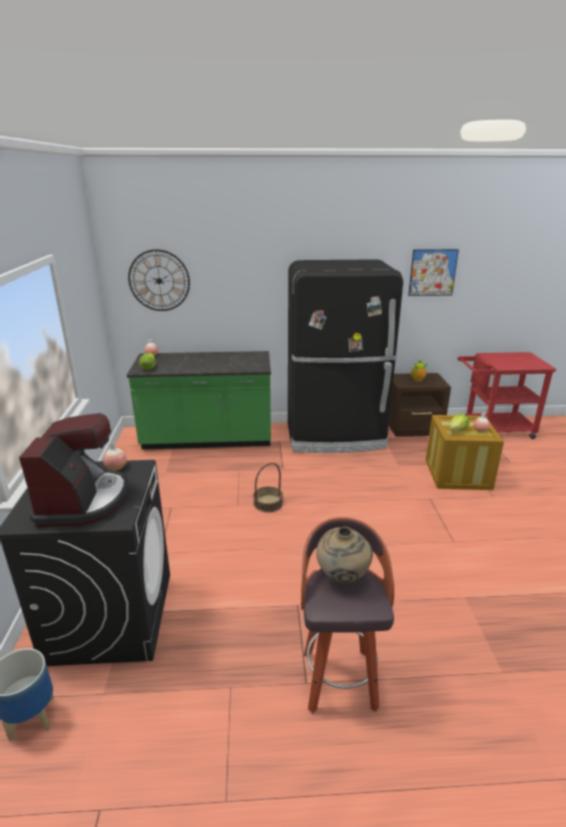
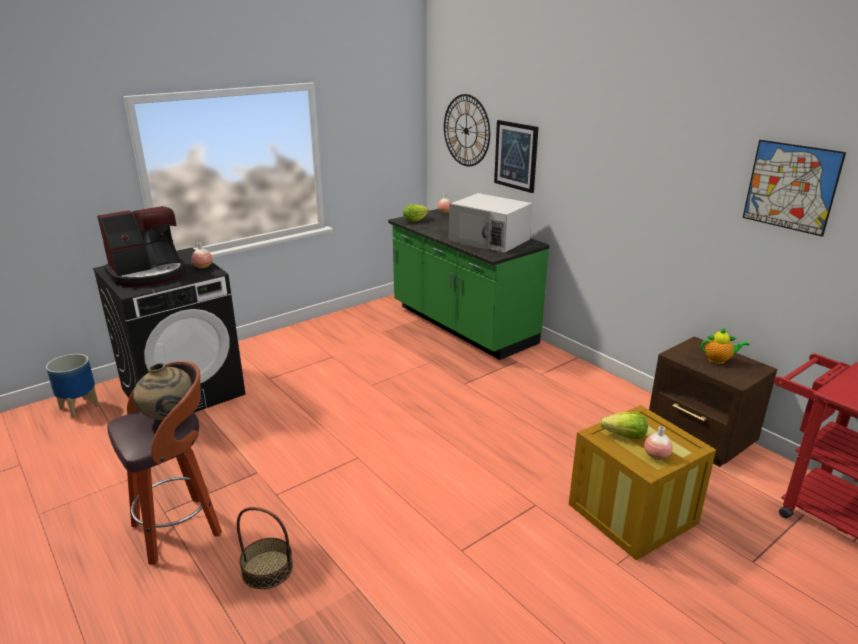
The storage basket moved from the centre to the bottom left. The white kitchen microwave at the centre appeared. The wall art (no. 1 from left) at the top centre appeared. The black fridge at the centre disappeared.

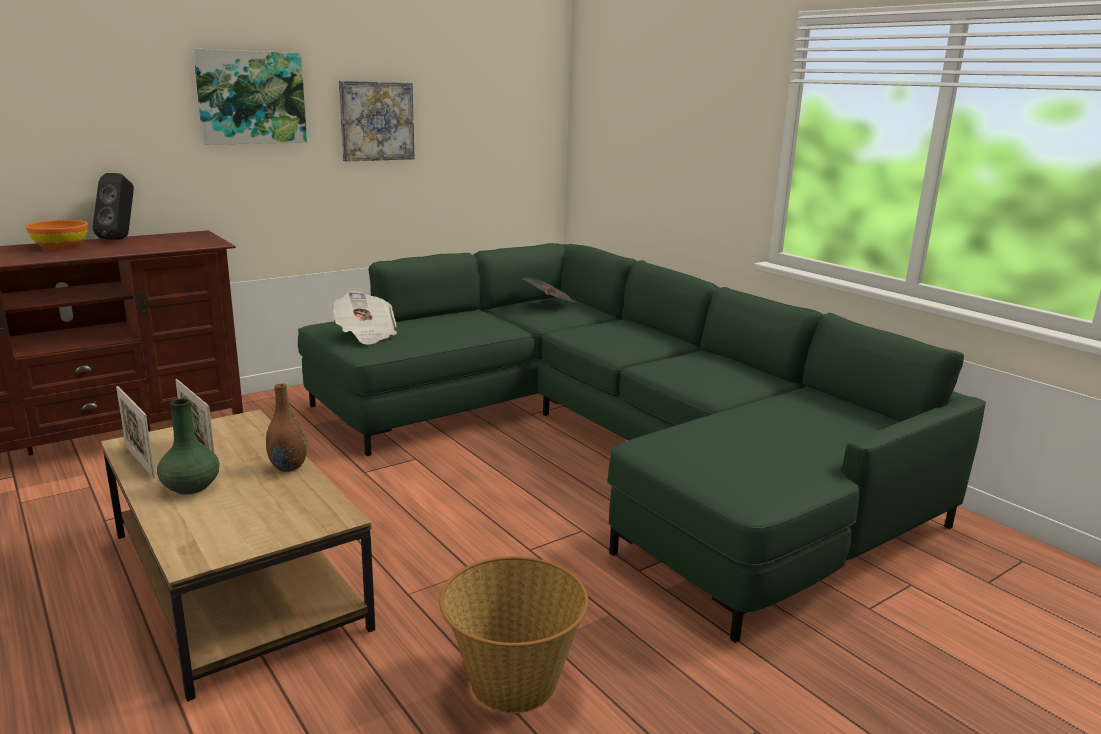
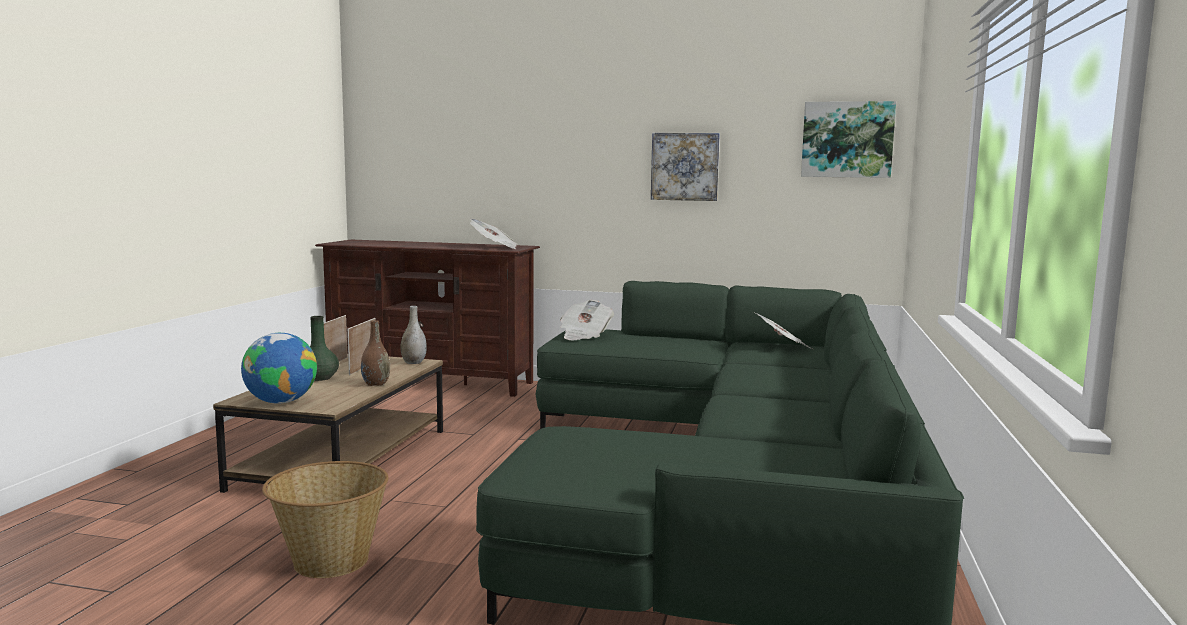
The world globe at the middle left appeared. The greyish decorative vase at the centre appeared. The newspaper (no. 1 from left) at the centre appeared. The wall art (no. 1 from left in the first image) moved from the top left to the top right. The orangey serving bowl at the top left disappeared. The black audio speaker at the top left disappeared.

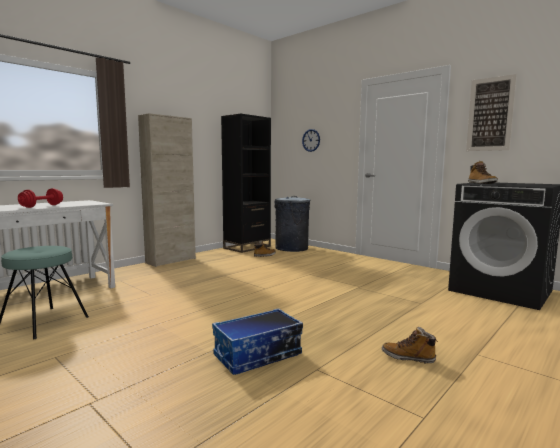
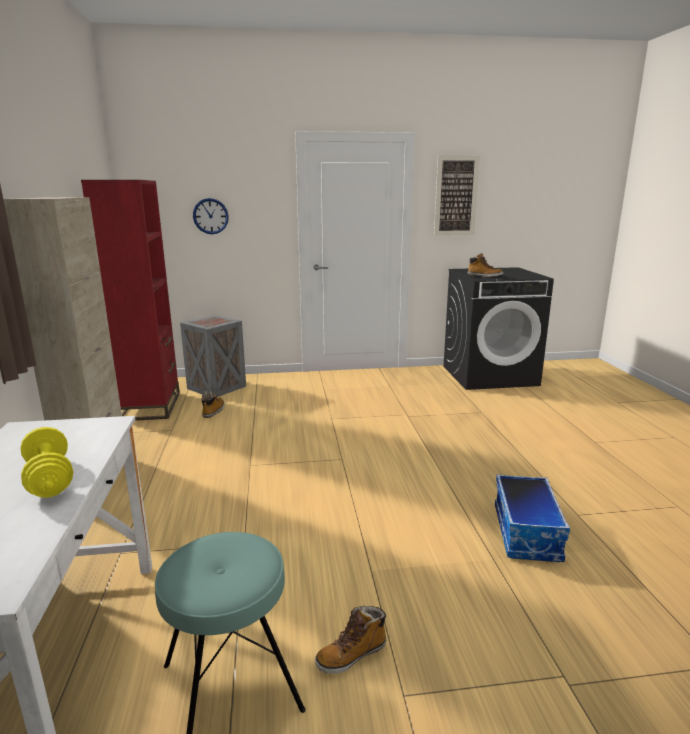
The reddish dumbbell at the middle left became the yellow-coloured dumbbell at the middle left. The black bookcase at the centre became the reddish bookcase at the middle left. The greyish waste bin at the centre was replaced by the shipping crate at the middle left. The tall boot (no. 2 from left) moved from the bottom right to the bottom centre.

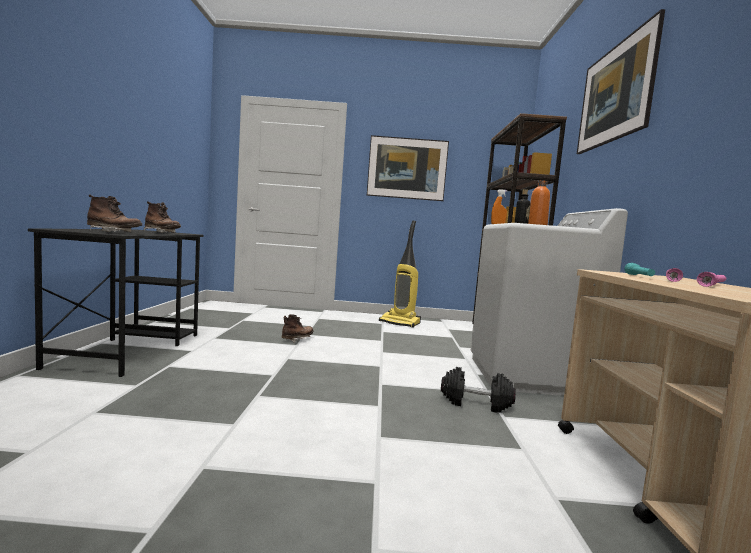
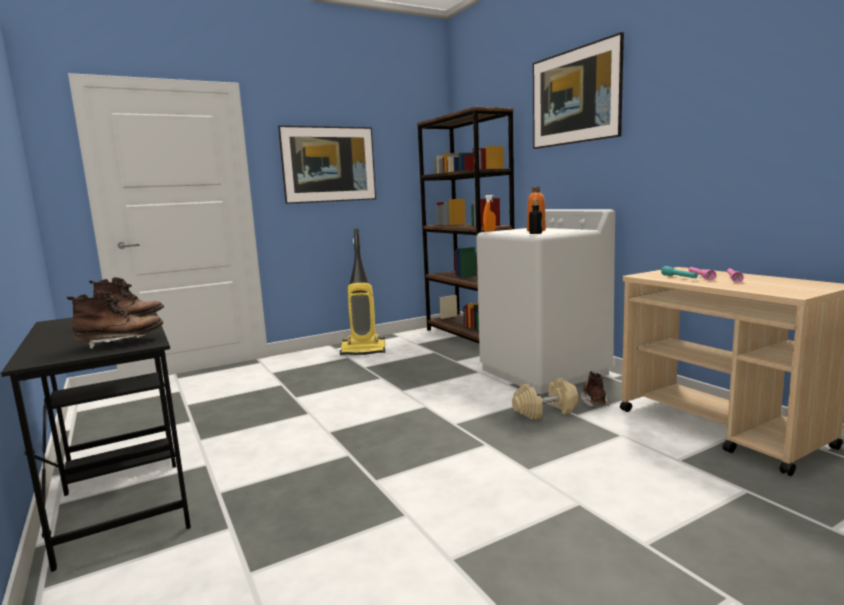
The black dumbbell at the bottom centre became the beige dumbbell at the centre. The brown-coloured tall boot (no. 3 from left) moved from the centre to the middle right.

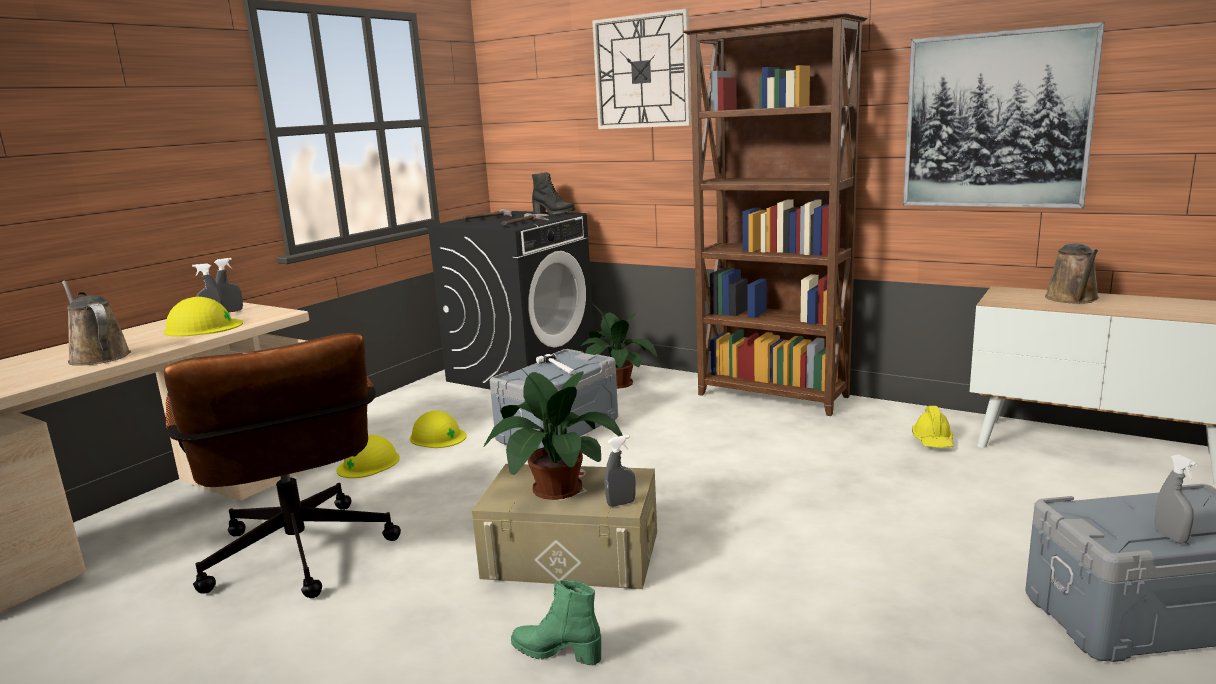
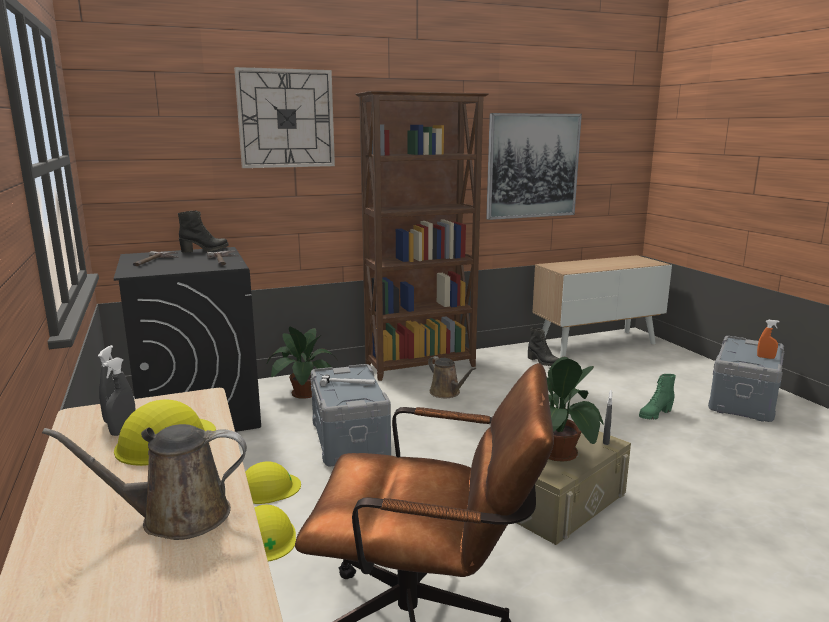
The brown-coloured watering pot (no. 2 from left) moved from the middle right to the centre. The yellow-coloured hard hat (no. 4 from left) at the middle right was replaced by the black tall boot (no. 2 from left) at the centre. The green tall boot moved from the bottom centre to the middle right. The greyish spray bottle (no. 4 from left) at the bottom right became the orangey spray bottle at the middle right.

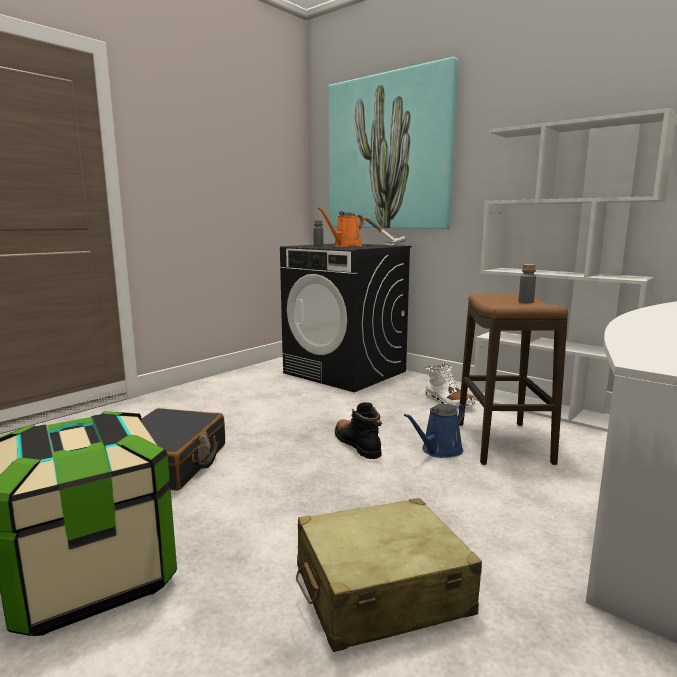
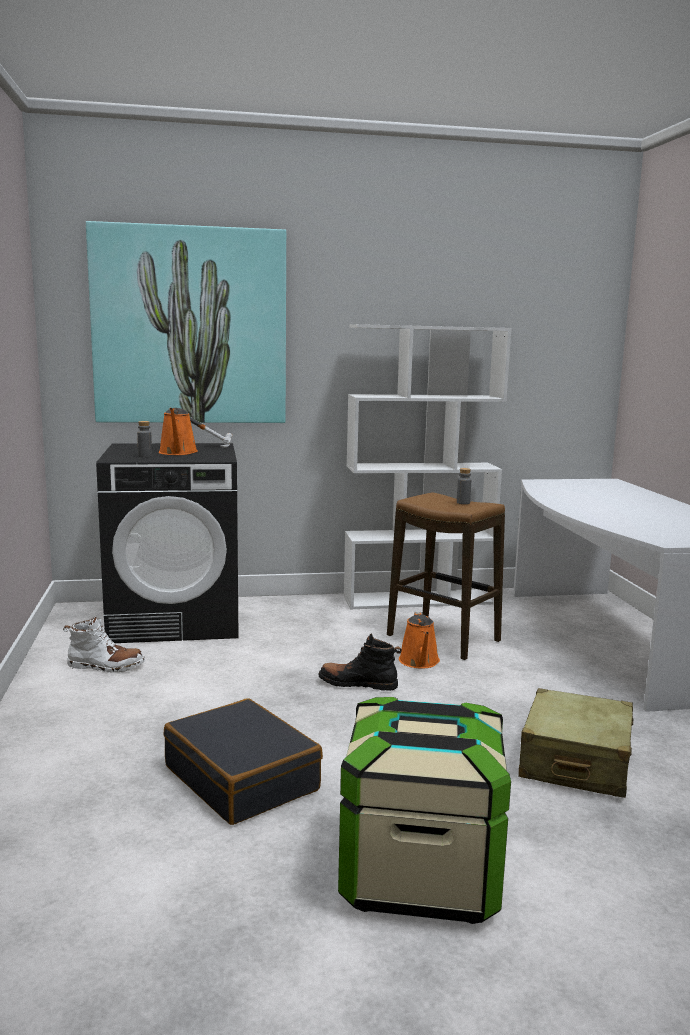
The white tall boot moved from the centre to the middle left. The blue watering pot at the centre became the orangey watering pot (no. 2 from left) at the centre.

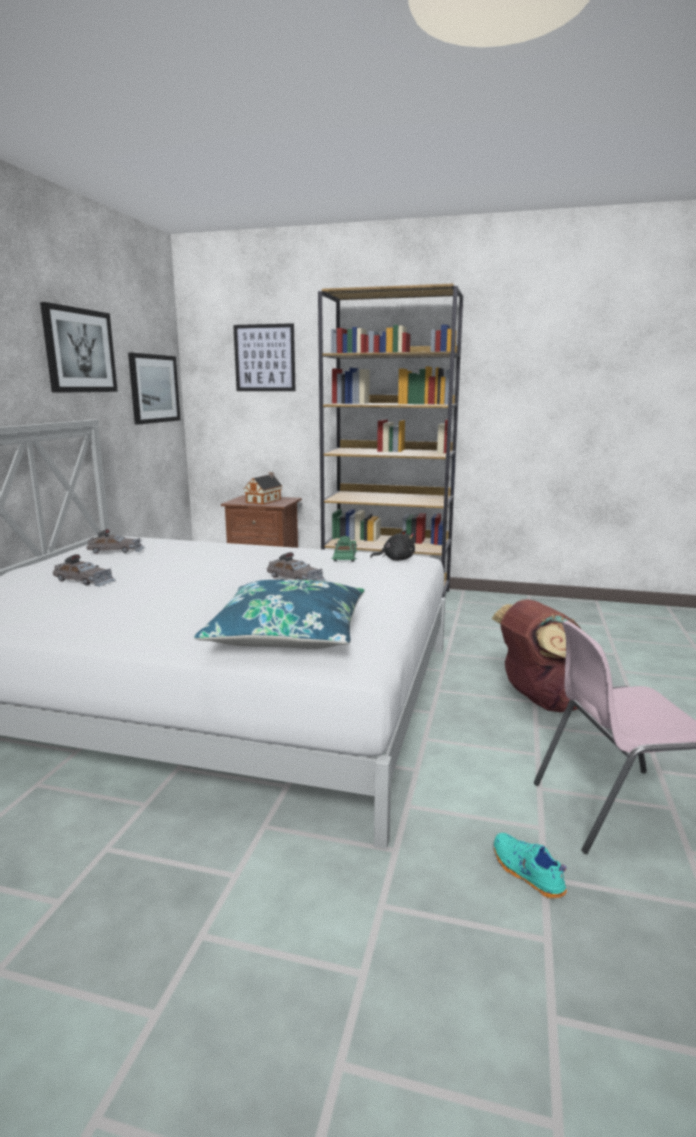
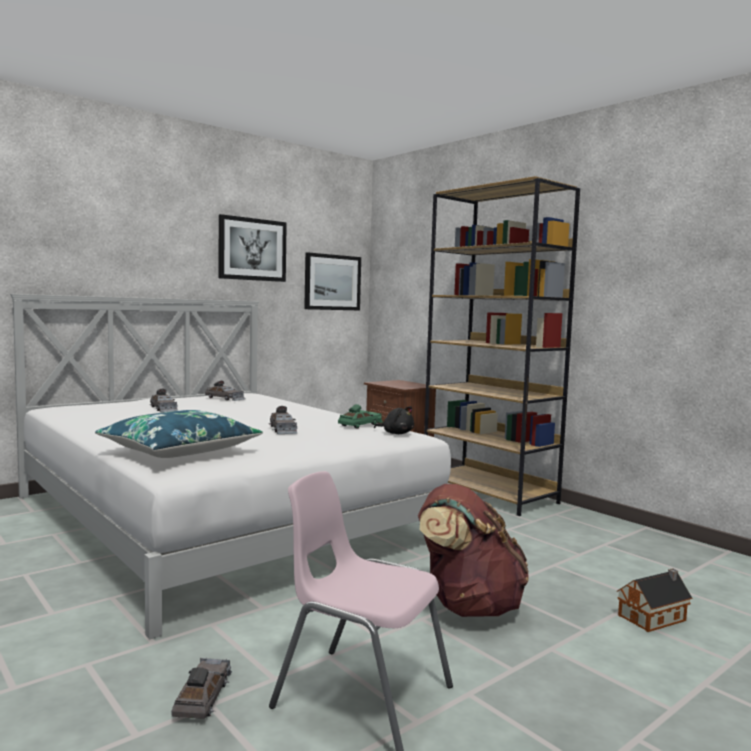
The turquoise shoe at the bottom right was replaced by the greyish toy car (no. 2 from left) at the bottom left. The toy house moved from the centre to the bottom right. The wall art (no. 3 from left) at the top centre disappeared.

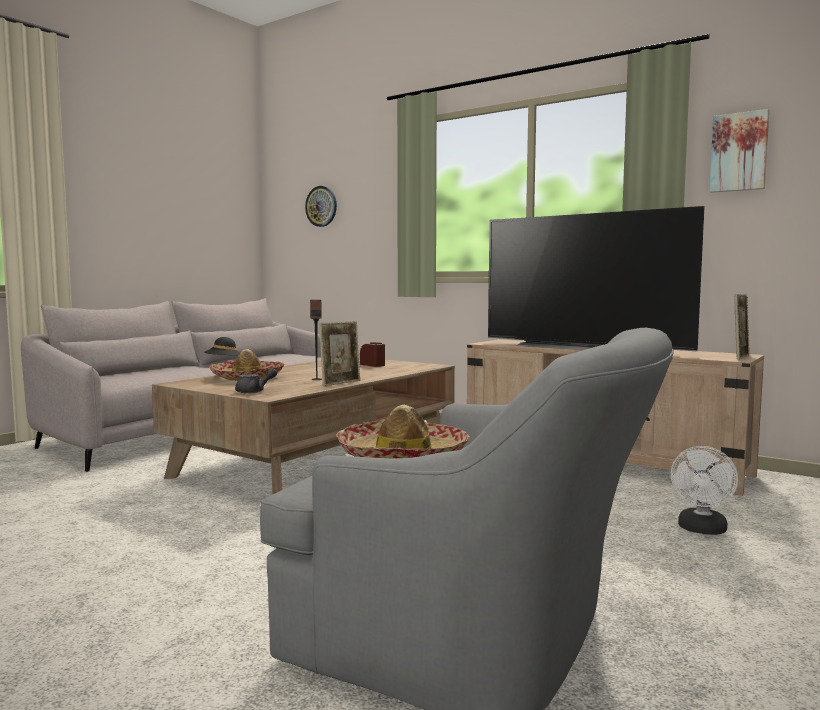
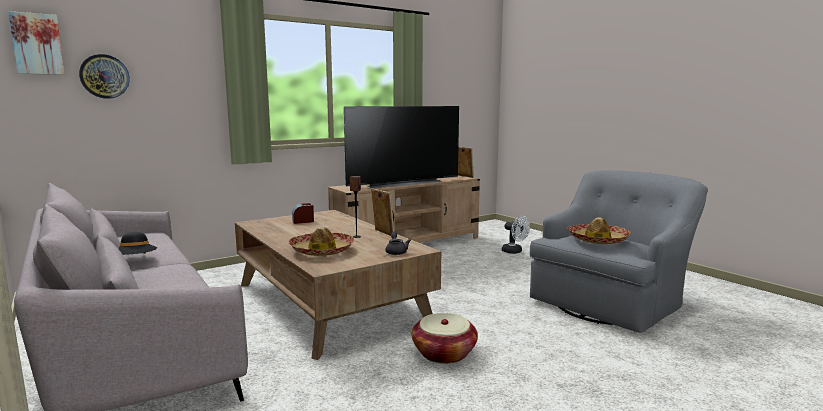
The wall art moved from the top right to the top left. The storage basket at the bottom centre appeared.

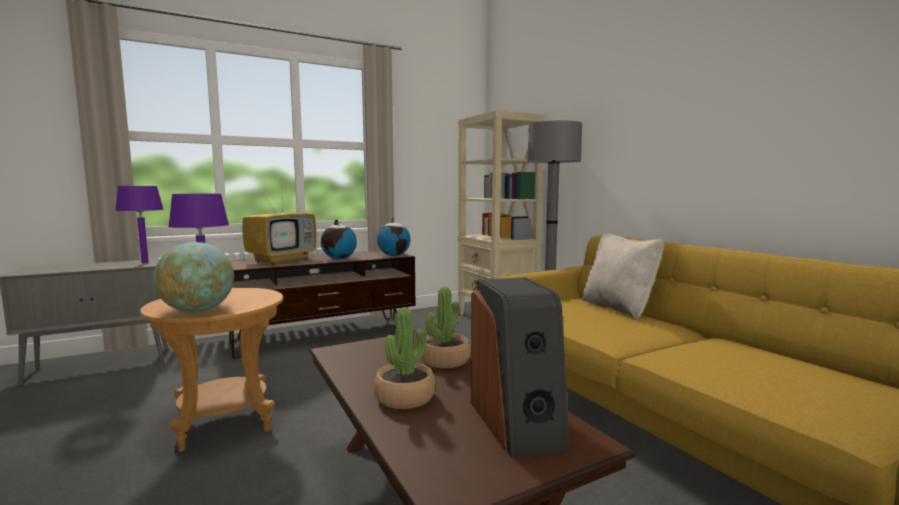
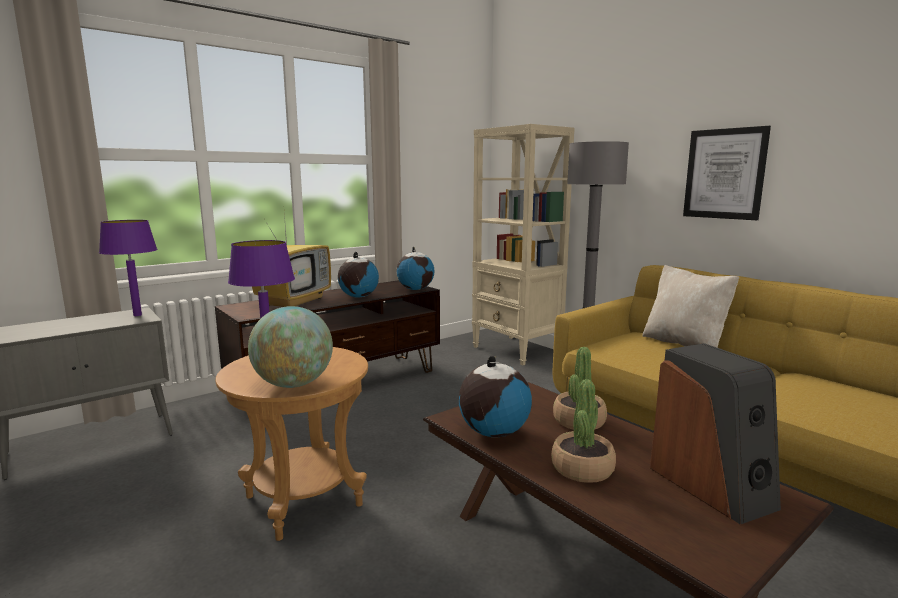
The world globe (no. 4 from left) at the centre appeared. The wall art at the top right appeared.

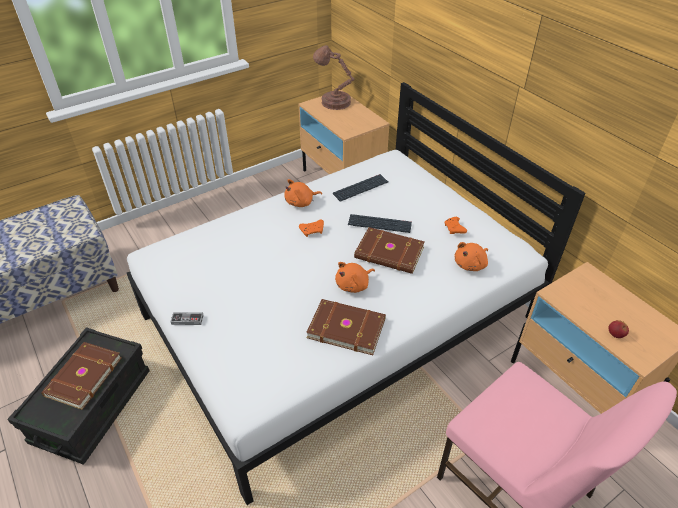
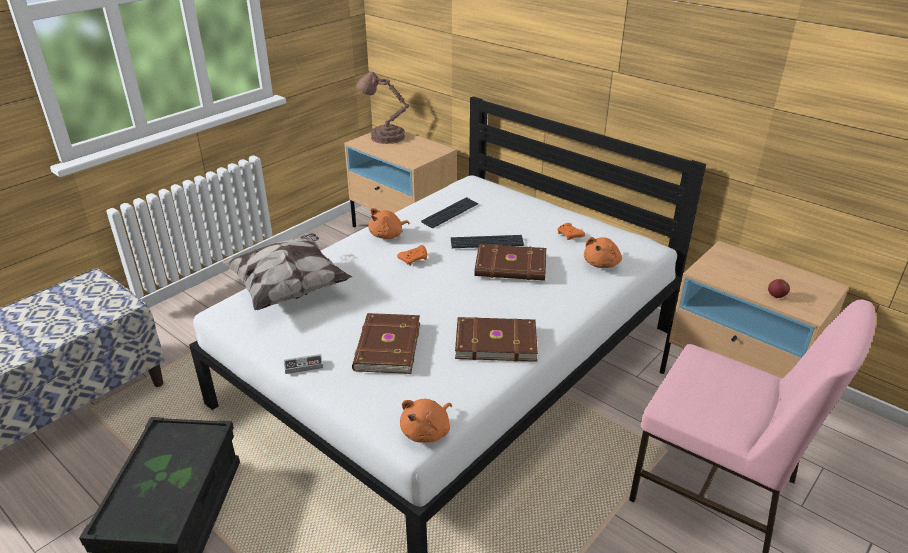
The cushion at the middle left appeared. The brown-coloured bound book (no. 1 from left) moved from the bottom left to the centre. The orangey plush toy (no. 2 from left) moved from the centre to the bottom centre.

